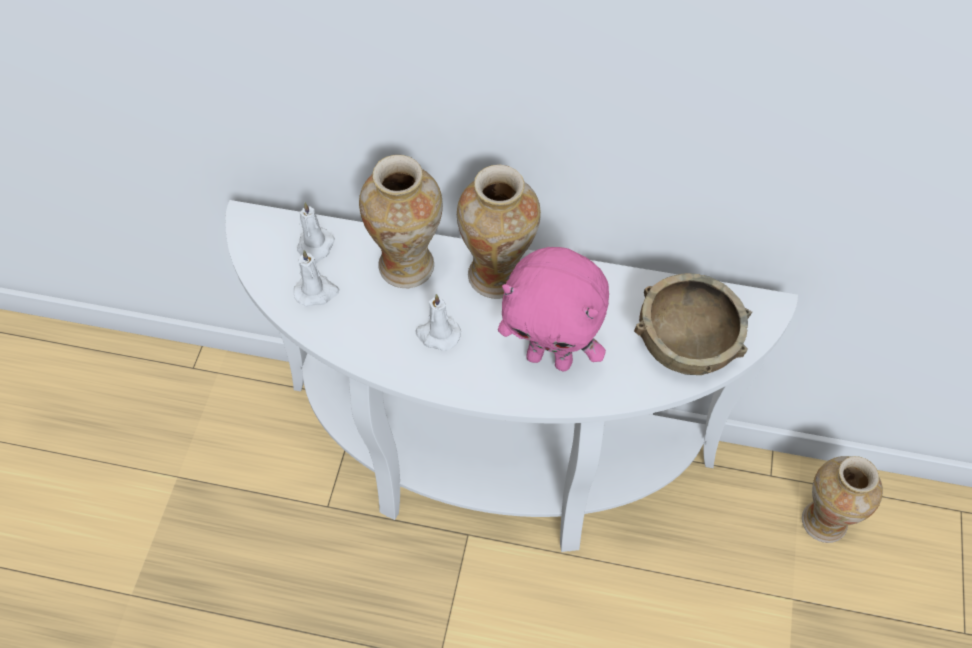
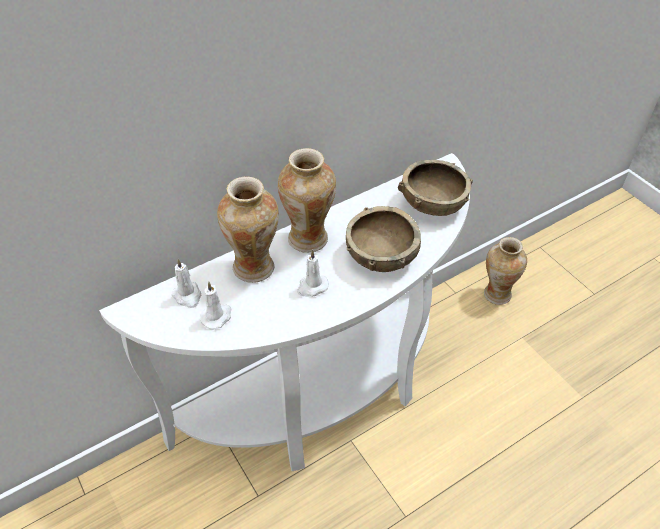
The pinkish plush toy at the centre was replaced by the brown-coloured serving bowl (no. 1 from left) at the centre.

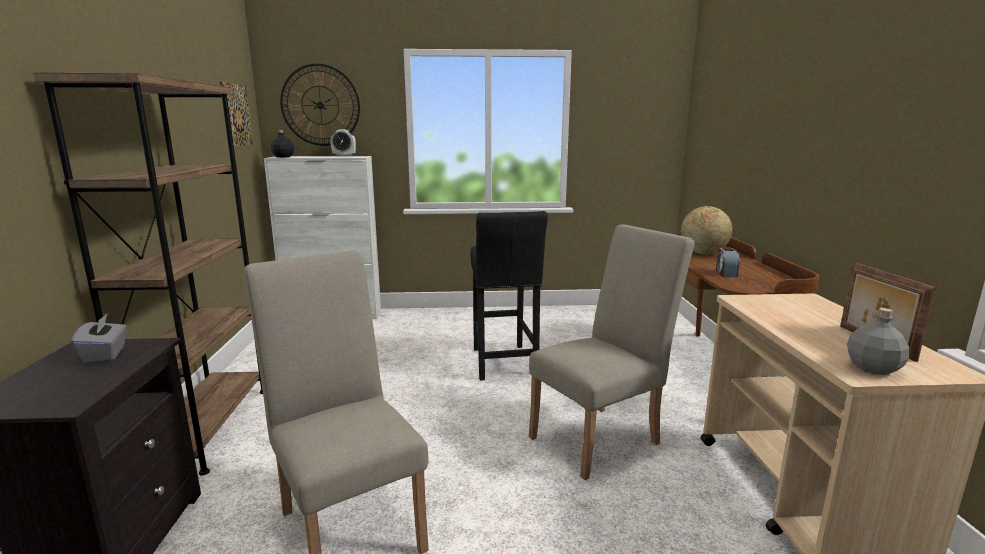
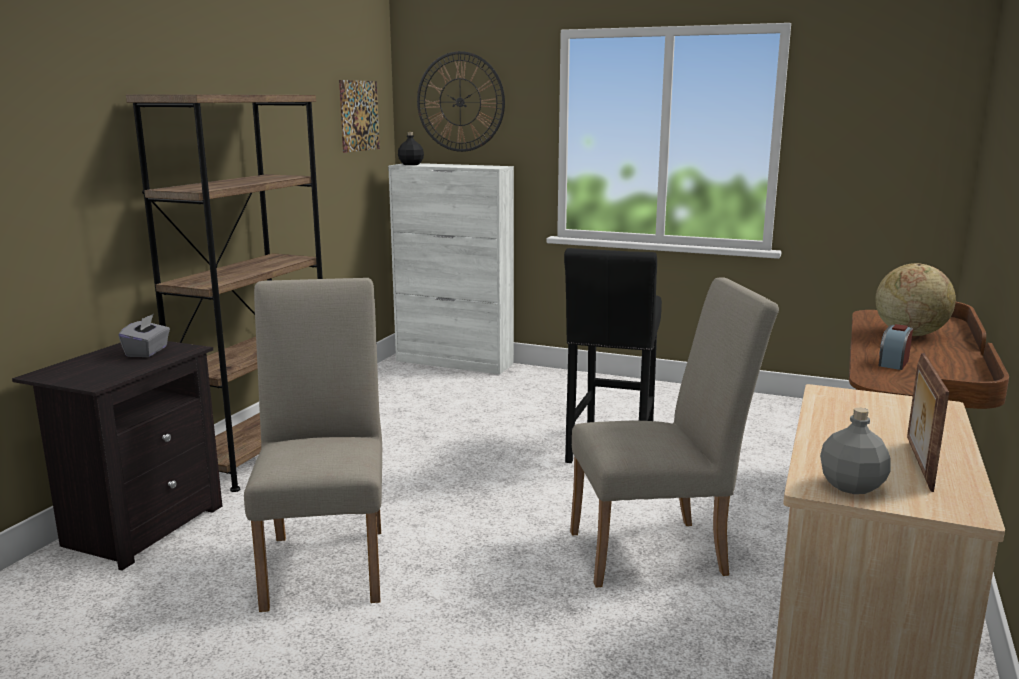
The alarm clock (no. 1 from left) at the top centre disappeared.

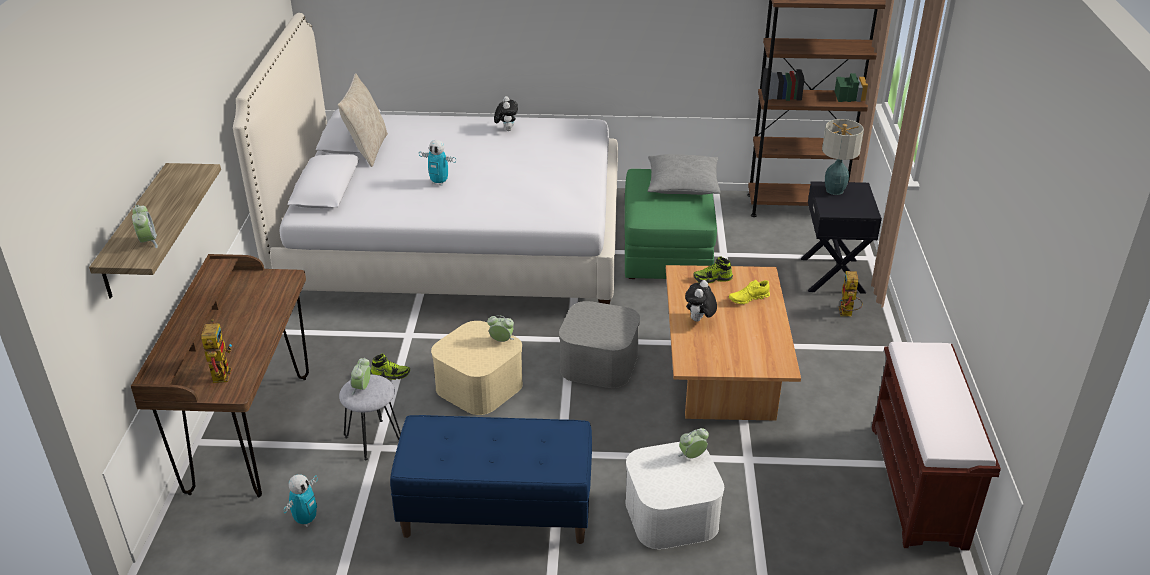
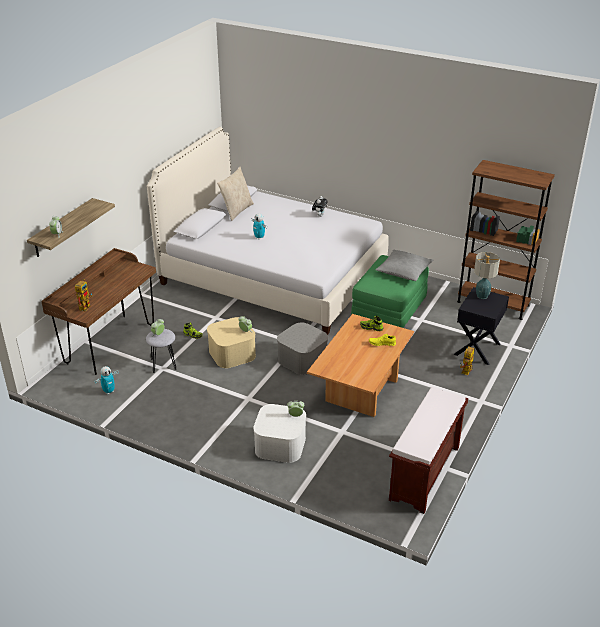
The blue long seat at the bottom centre disappeared. The plush toy (no. 2 from left) at the centre disappeared.

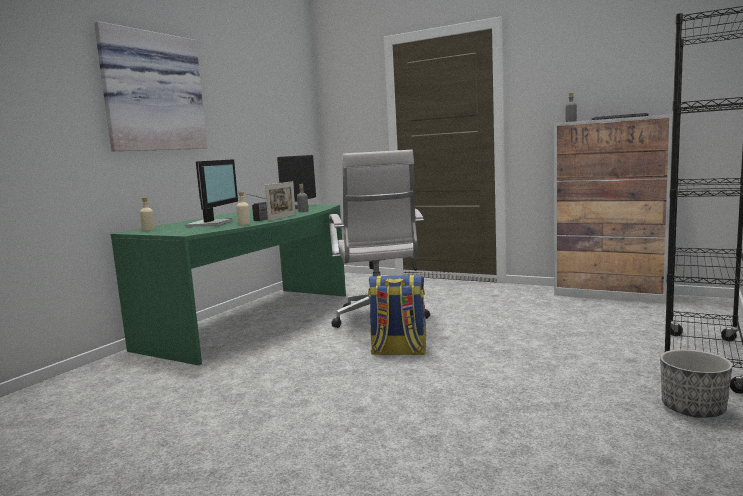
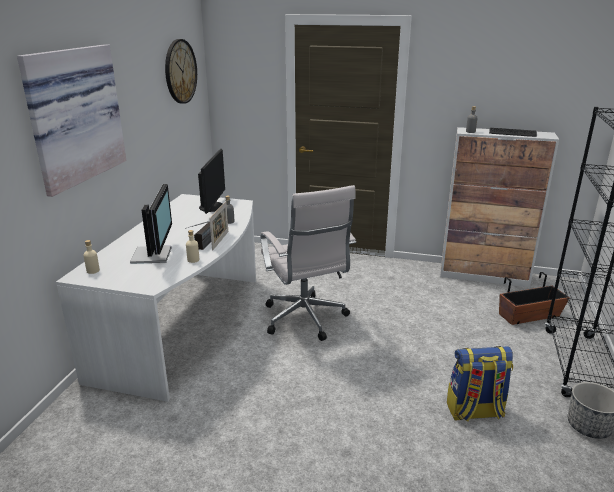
The green desk unit at the middle left became the white desk unit at the middle left. The clock on the wall at the top left appeared. The rucksack moved from the centre to the bottom right. The planter (no. 1 from left) at the middle right appeared.

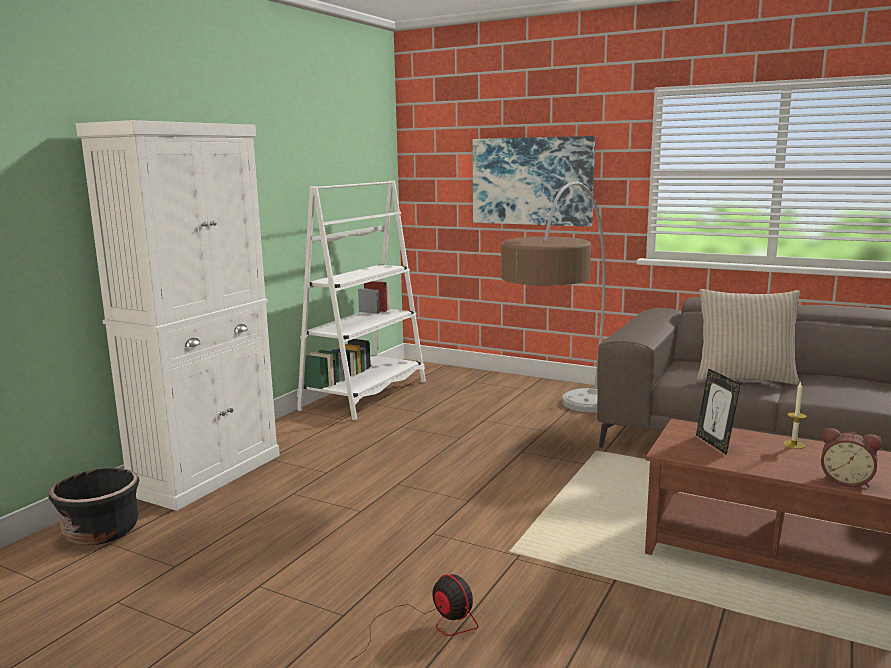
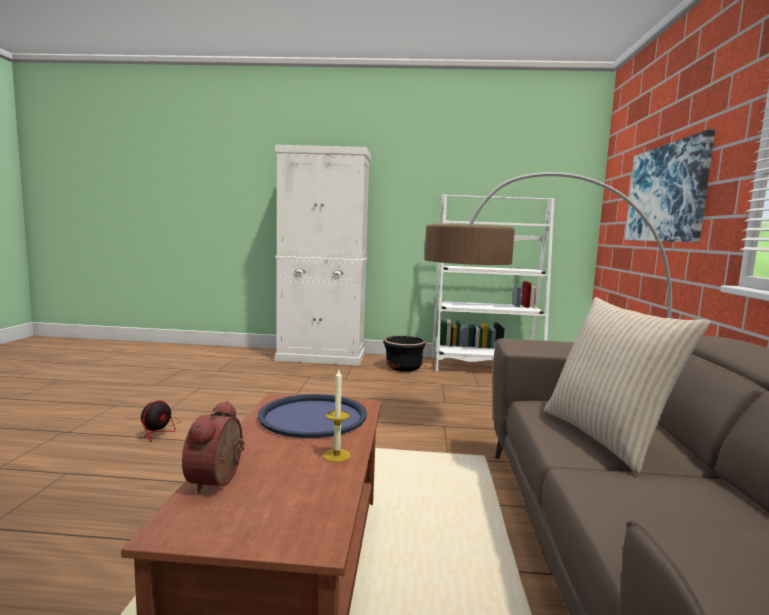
The photo frame at the middle right was replaced by the blue serving tray at the bottom centre. The black planter moved from the bottom left to the centre.

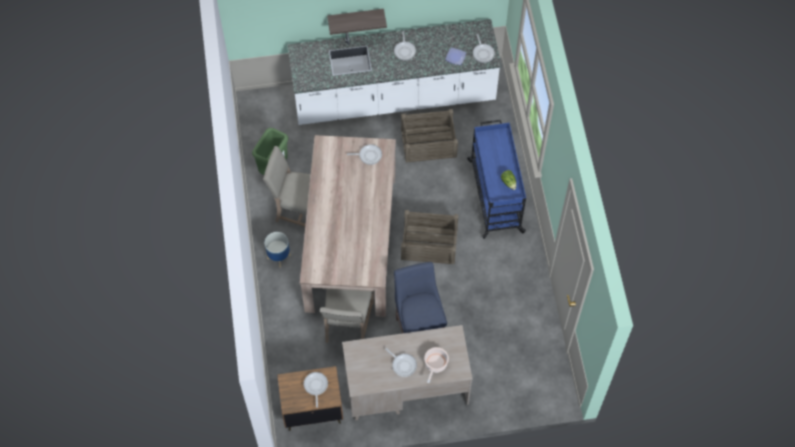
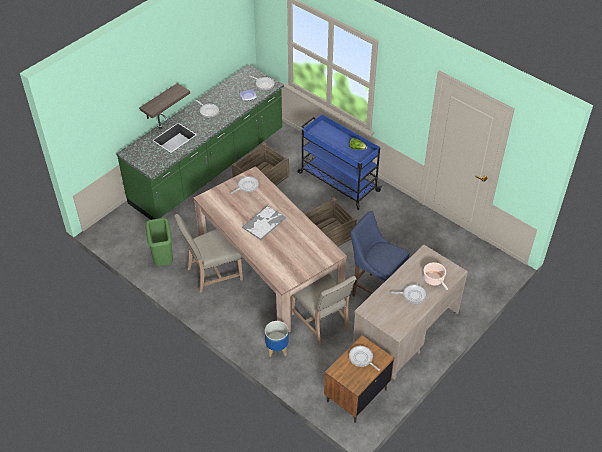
The white counter at the top centre became the green counter at the top left. The serving tray at the centre appeared. The planter moved from the centre to the bottom centre.

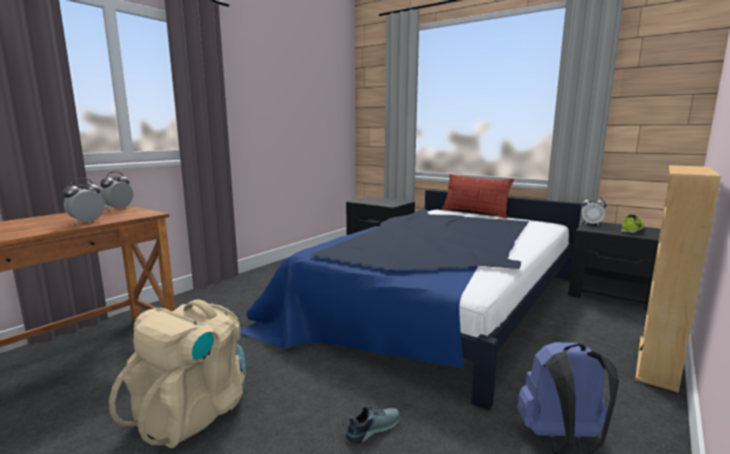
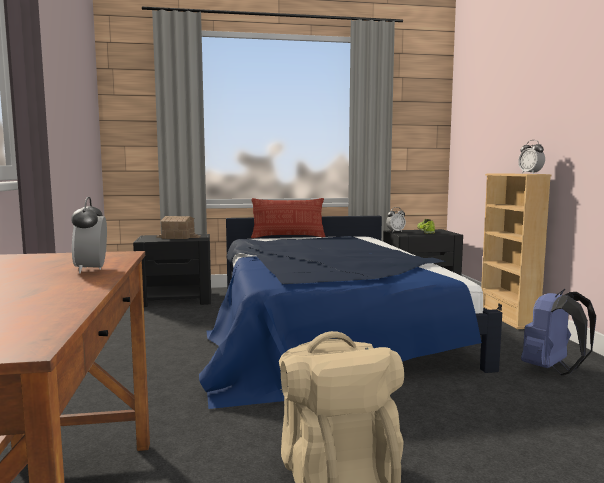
The toy house at the middle left appeared. The alarm clock (no. 2 from left in the first image) moved from the middle left to the top right. The shoe (no. 1 from left) at the bottom centre disappeared.

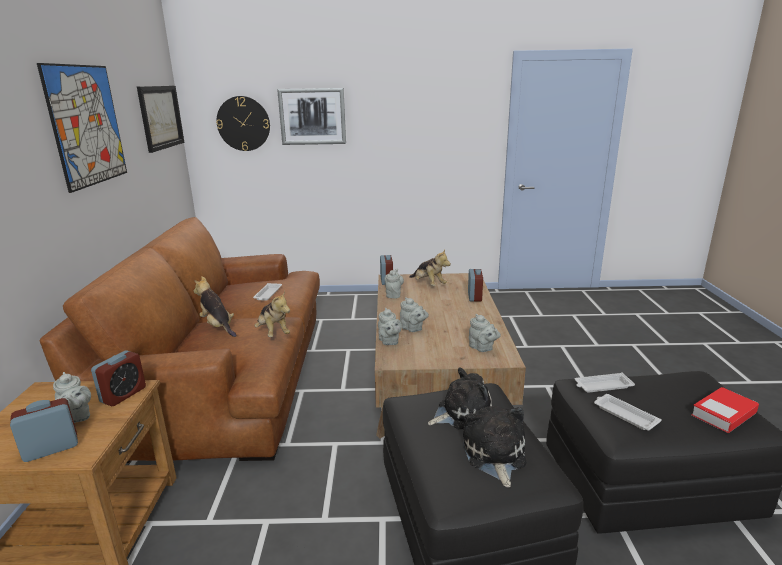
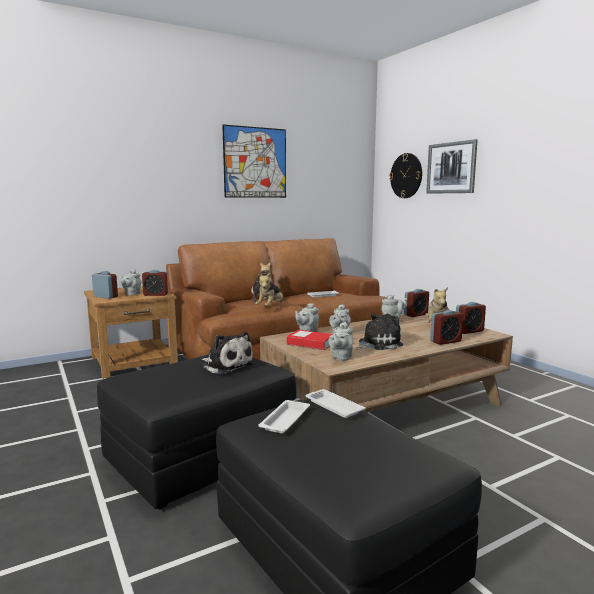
The bound book moved from the bottom right to the centre. The plush toy (no. 5 from left in the first image) moved from the bottom centre to the centre. The alarm clock (no. 5 from left) at the middle right appeared. The wall art (no. 2 from left) at the top left disappeared.

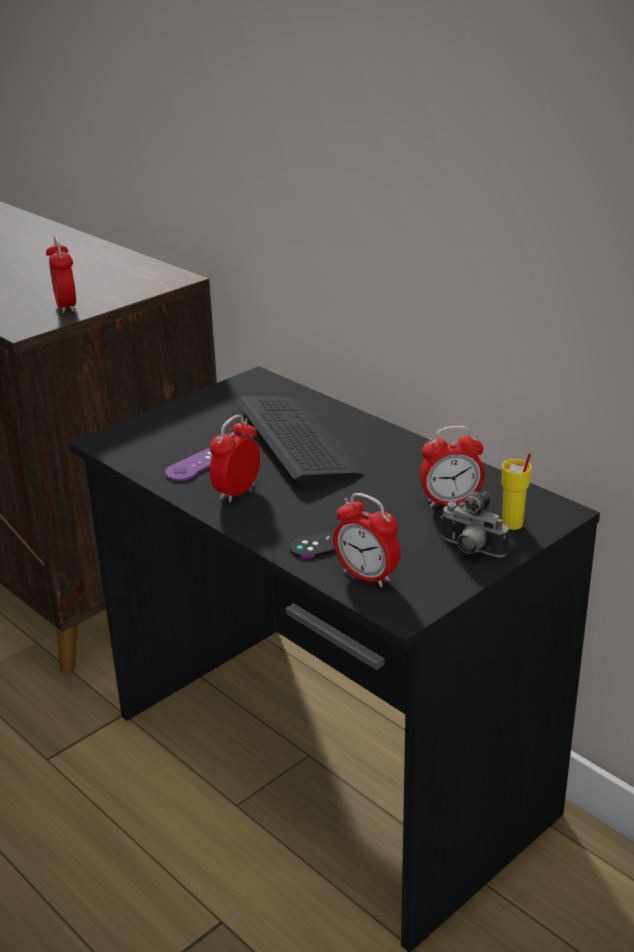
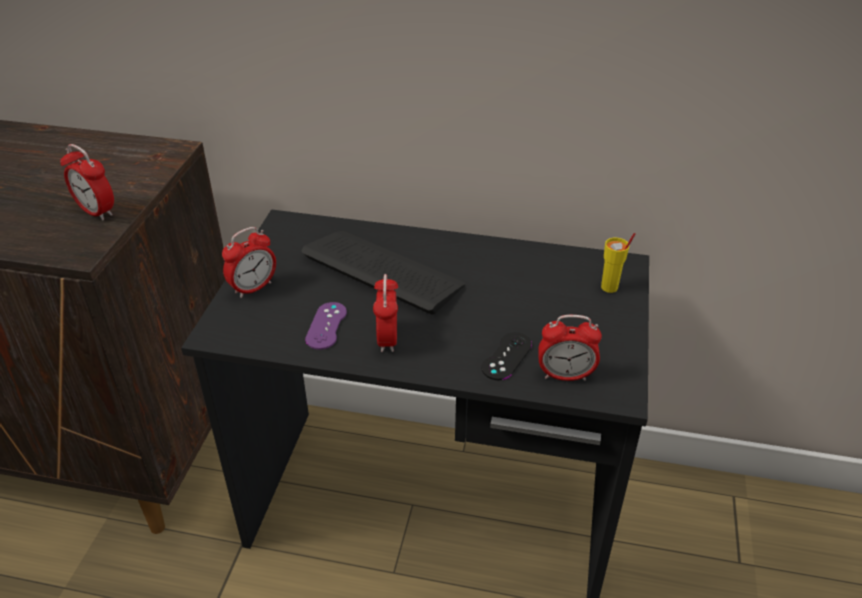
The alarm clock (no. 4 from left in the first image) moved from the middle right to the middle left. The still camera at the middle right disappeared.

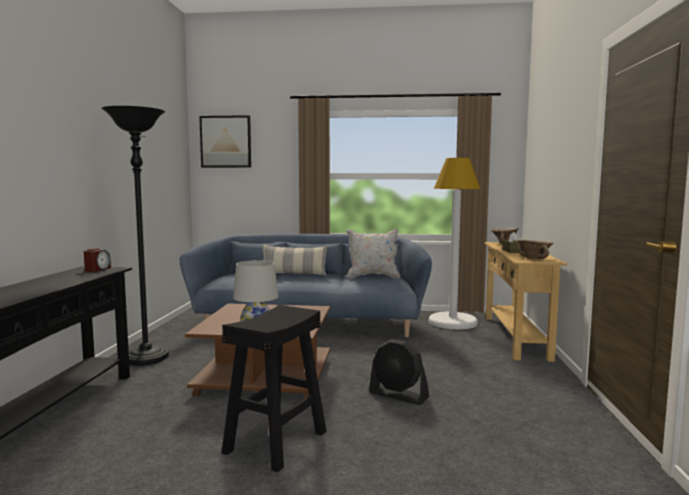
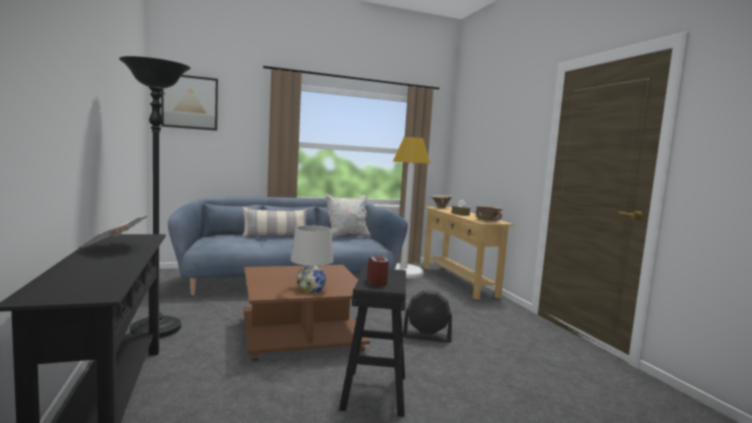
The newspaper at the middle left appeared. The alarm clock moved from the middle left to the centre.

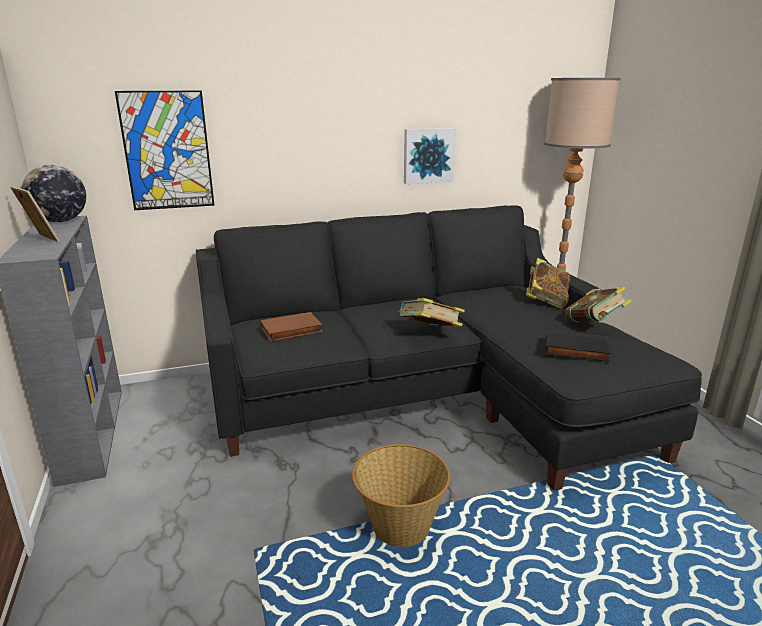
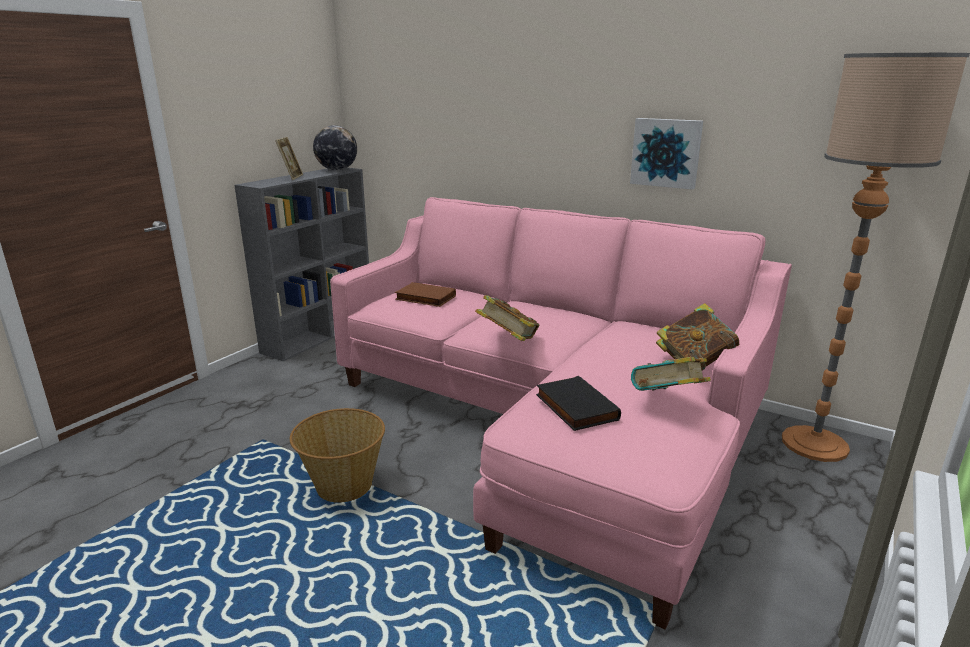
The black settee at the centre became the pinkish settee at the centre. The wall art (no. 1 from left) at the top left disappeared.

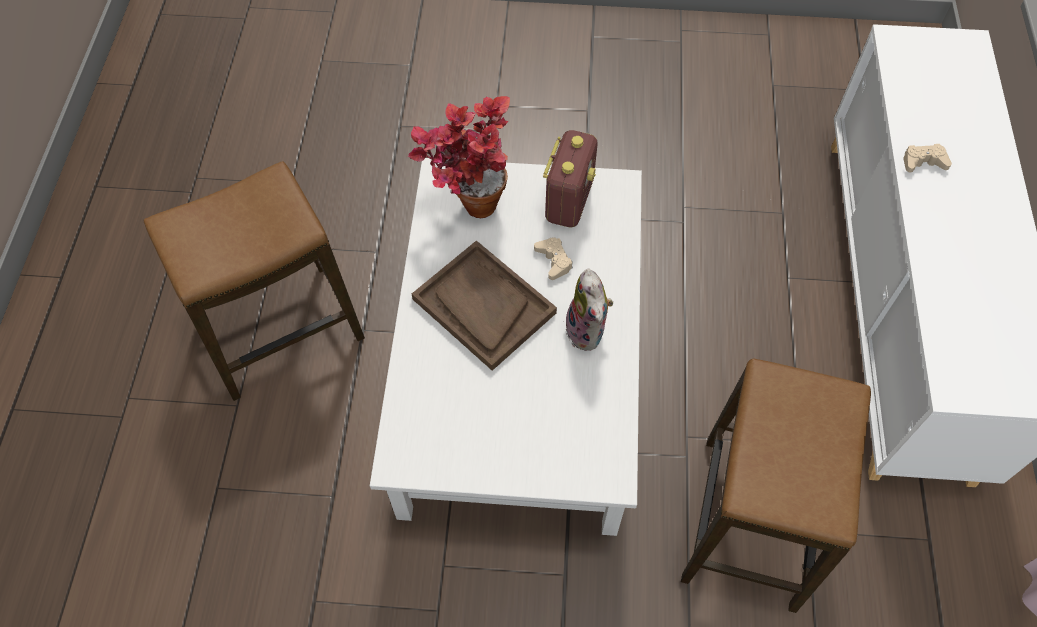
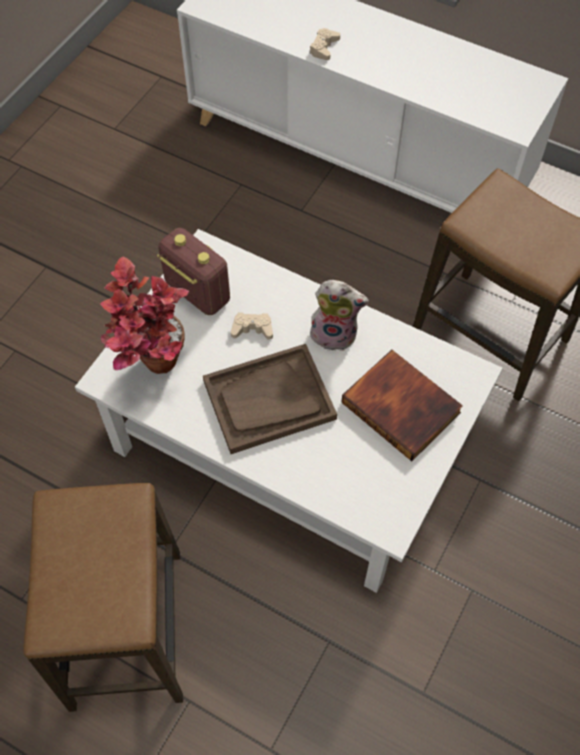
The bound book at the middle right appeared.

